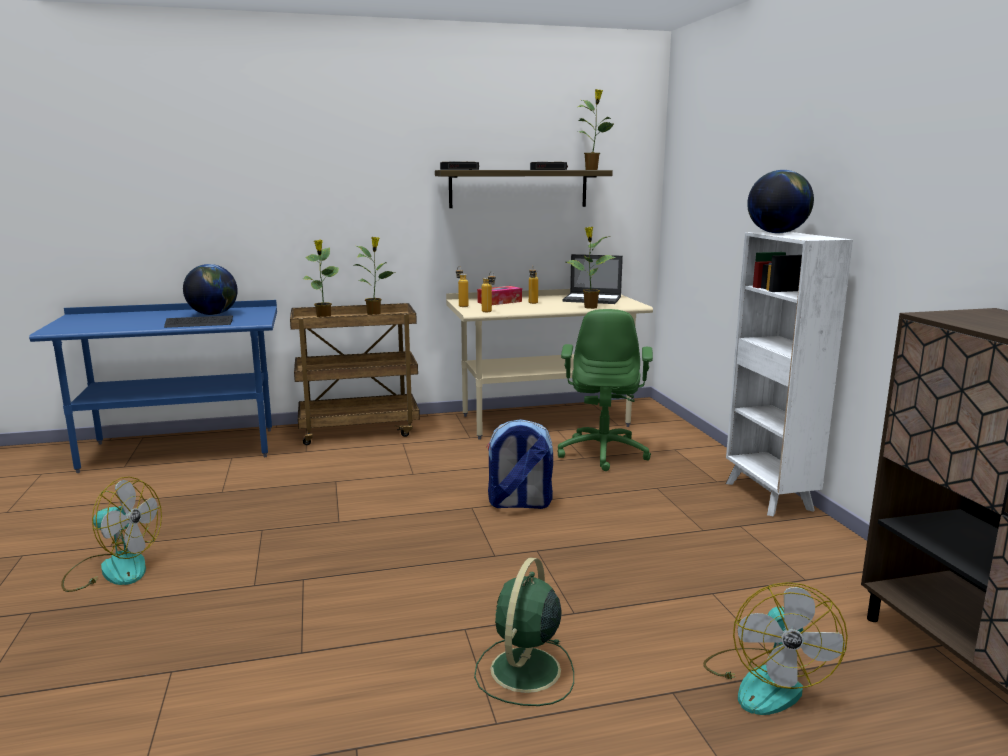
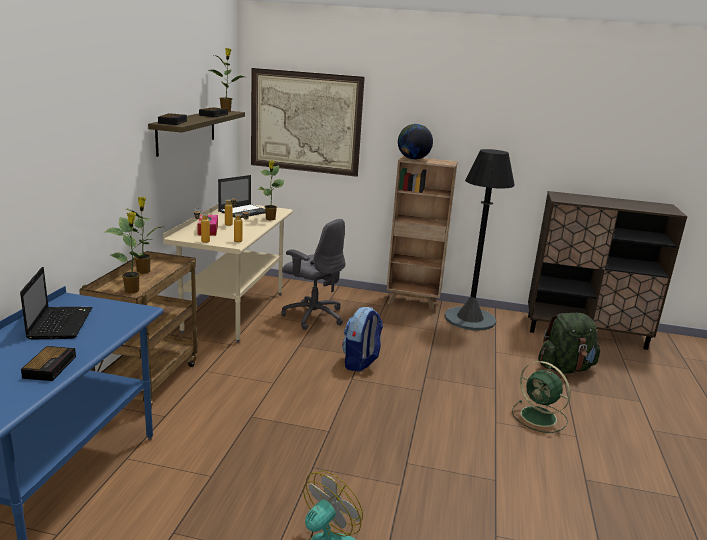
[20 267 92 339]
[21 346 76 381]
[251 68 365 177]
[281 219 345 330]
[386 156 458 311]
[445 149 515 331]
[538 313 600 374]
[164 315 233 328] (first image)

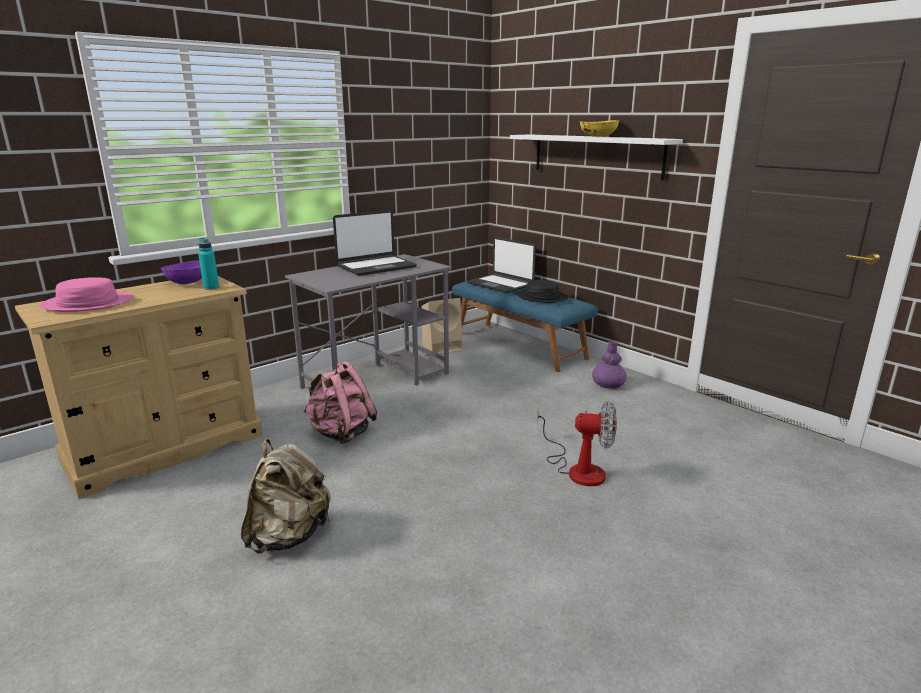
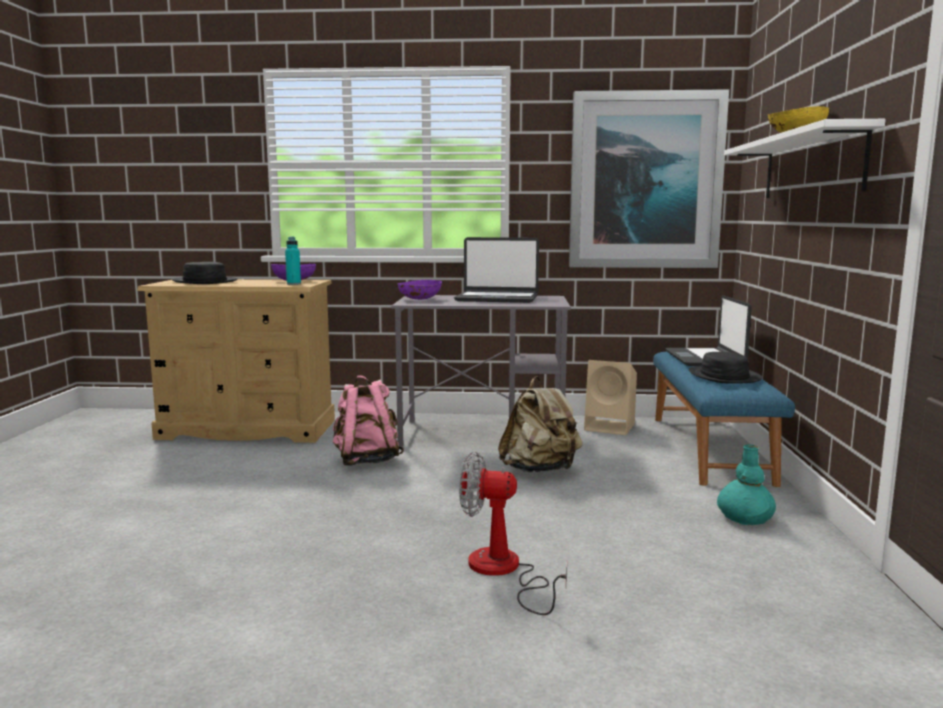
[172 262 238 284]
[398 280 442 300]
[459 452 568 615]
[498 376 582 472]
[569 89 729 268]
[717 444 776 525]

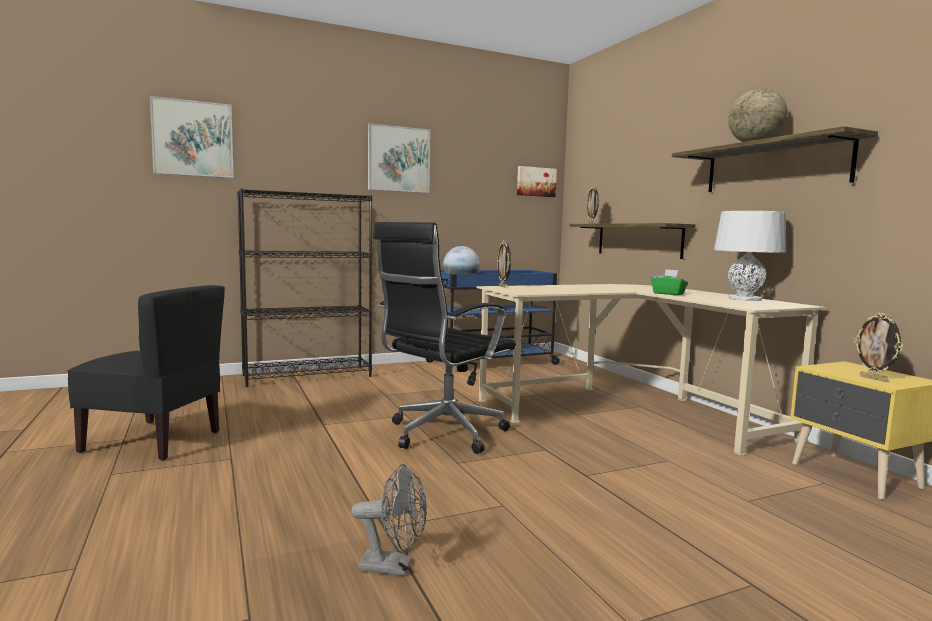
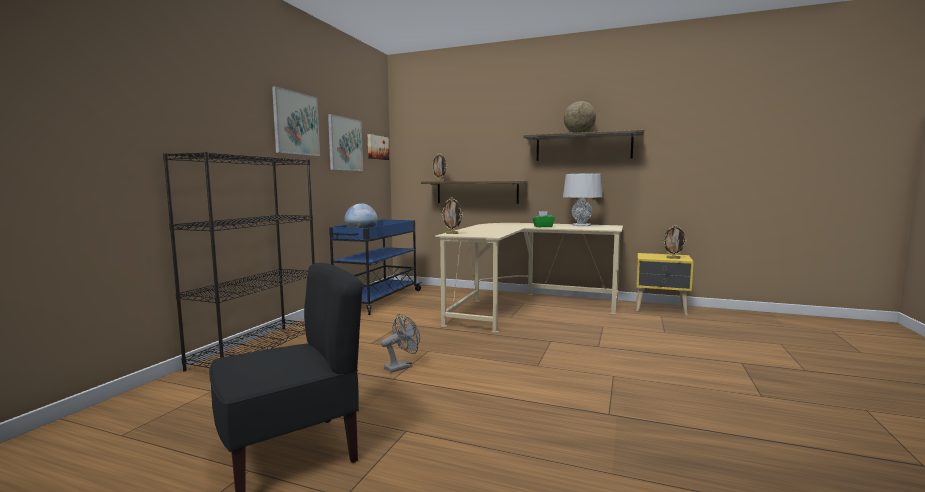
[328 114 363 171]
[381 314 420 373]
[373 222 516 454] (first image)

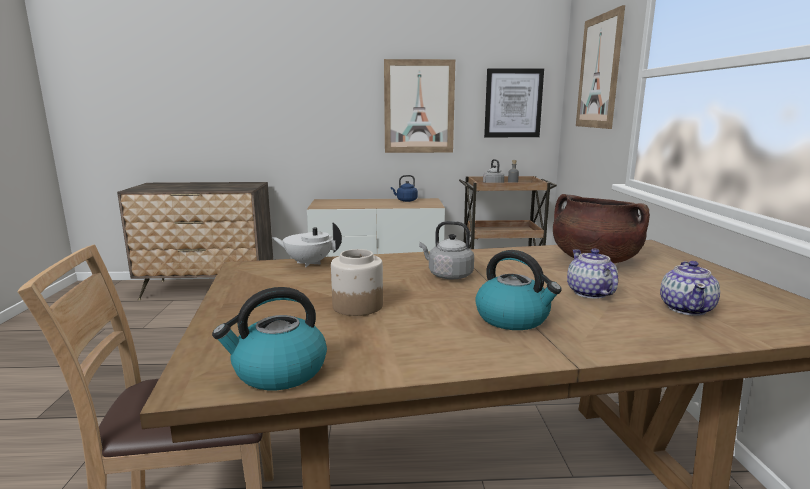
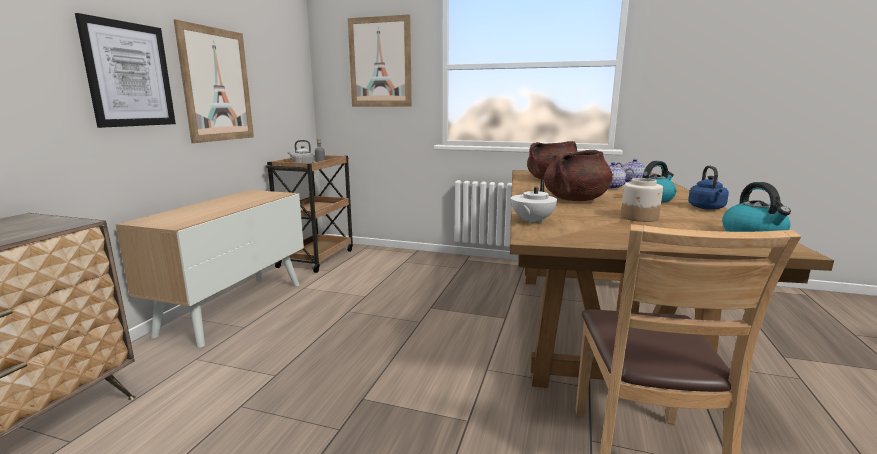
[75 13 176 128]
[544 150 613 201]
[688 165 729 210]

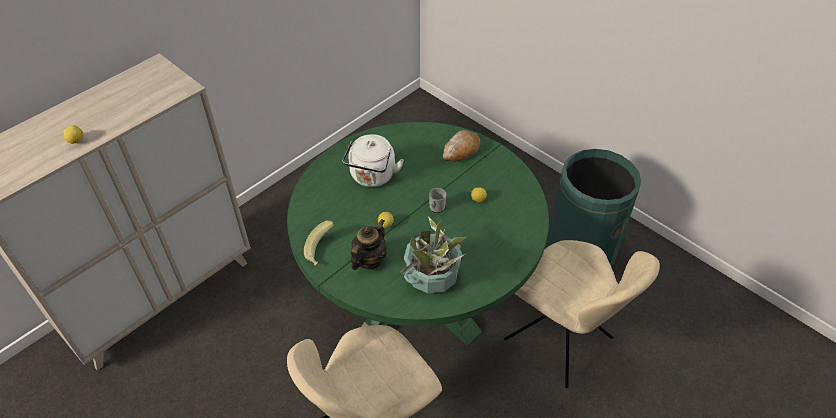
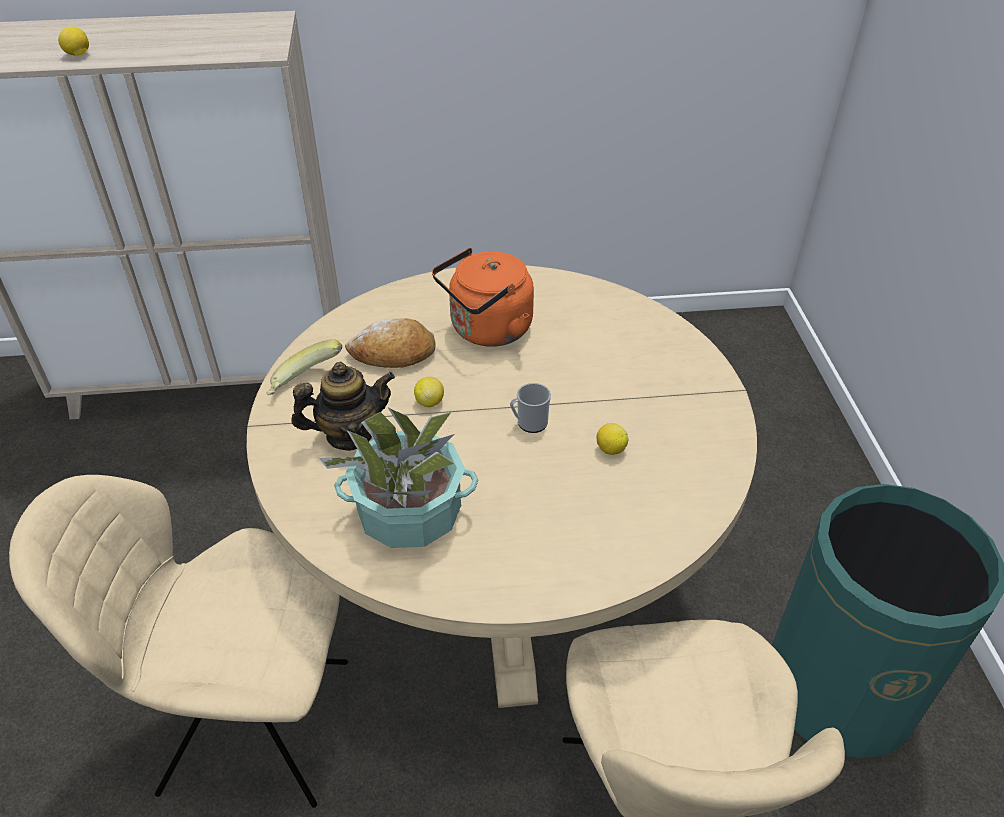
[247 265 757 708]
[345 318 435 368]
[432 248 534 347]

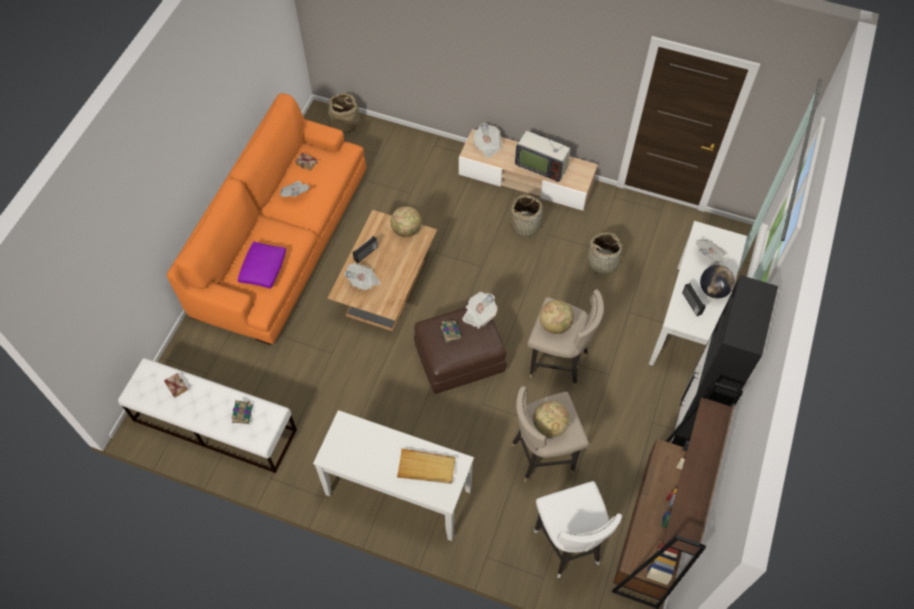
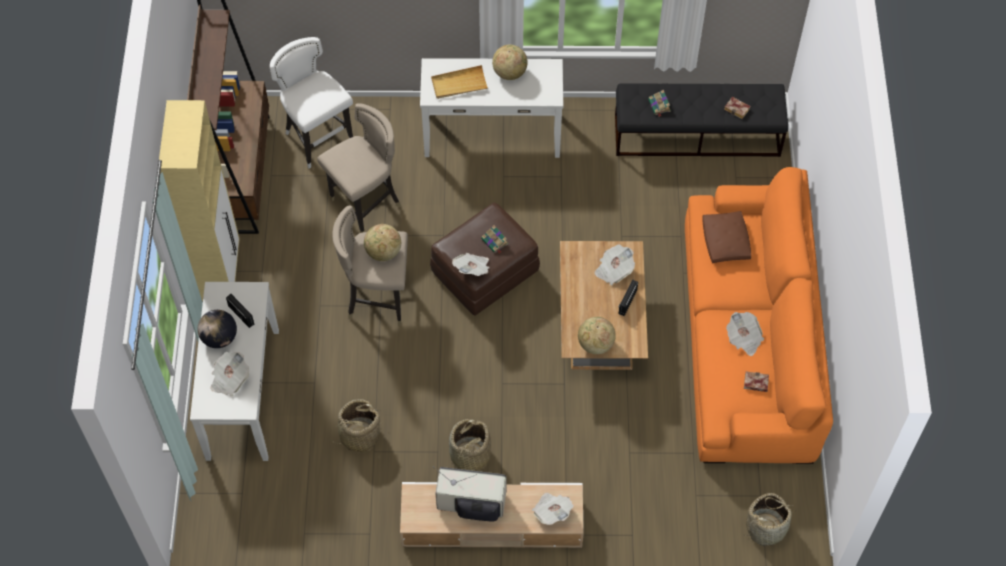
[159 100 240 302]
[492 45 528 80]
[615 83 788 157]
[702 211 751 263]

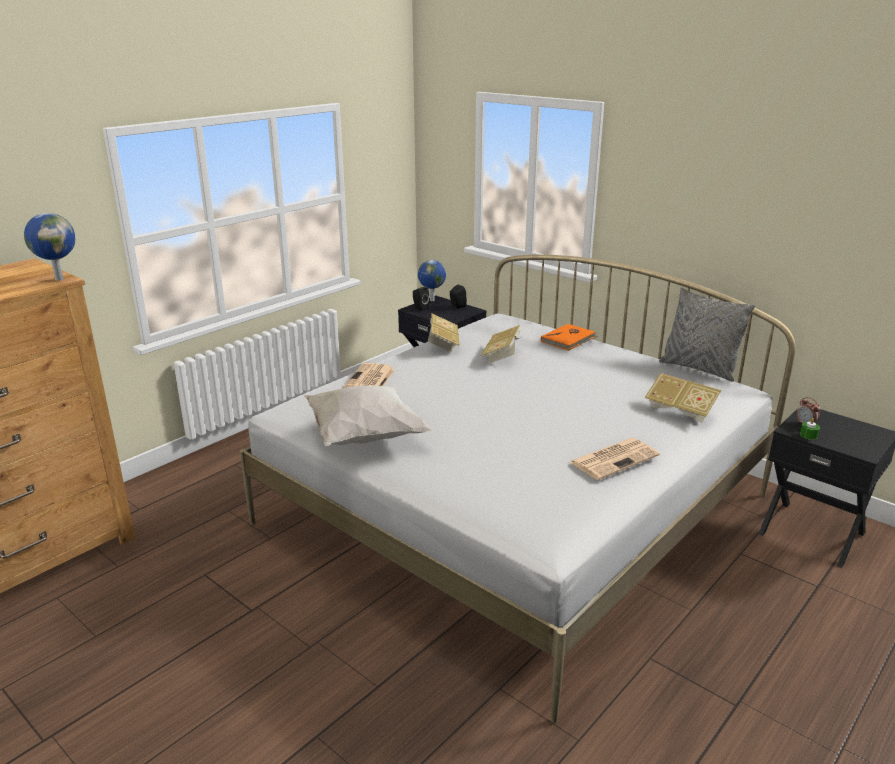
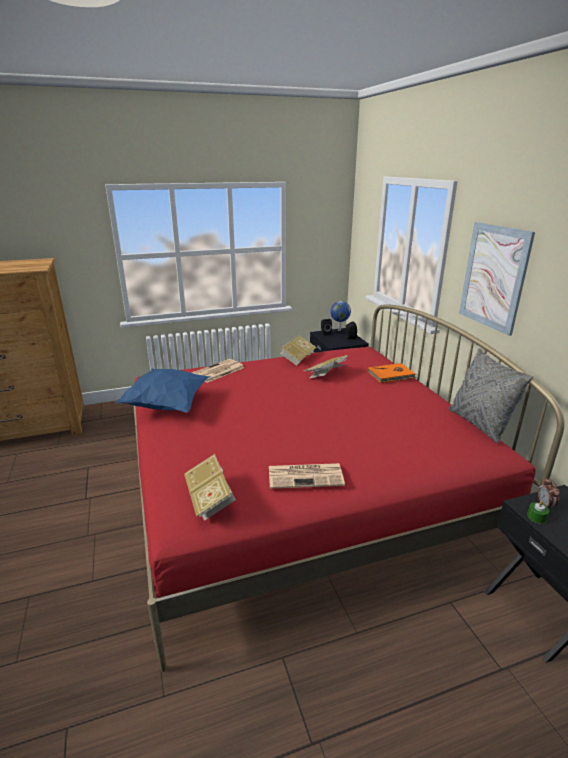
[115 369 210 413]
[133 304 565 672]
[184 454 236 521]
[459 222 535 336]
[24 213 75 281] (first image)

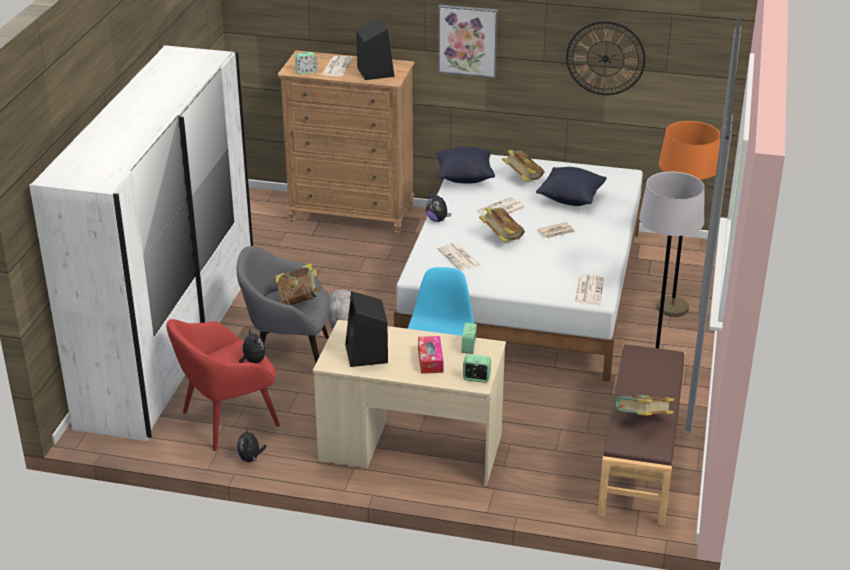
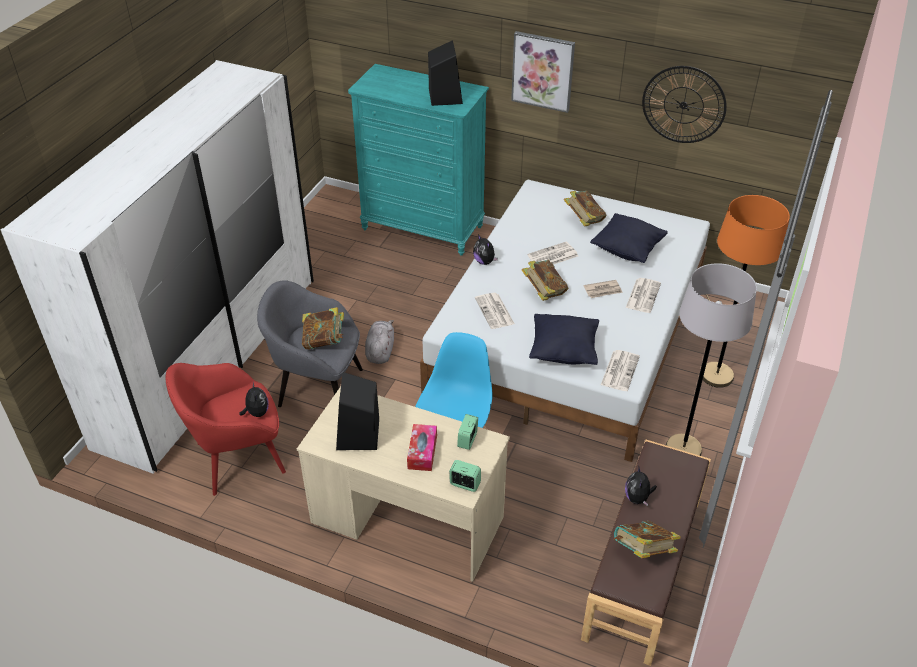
[348 64 489 255]
[529 314 599 365]
[625 465 657 506]
[626 278 661 313]
[295 52 317 74] (first image)

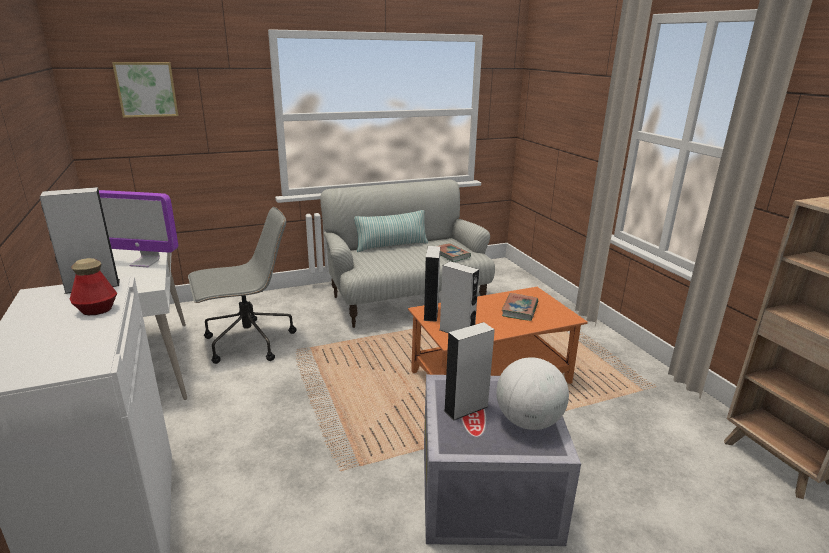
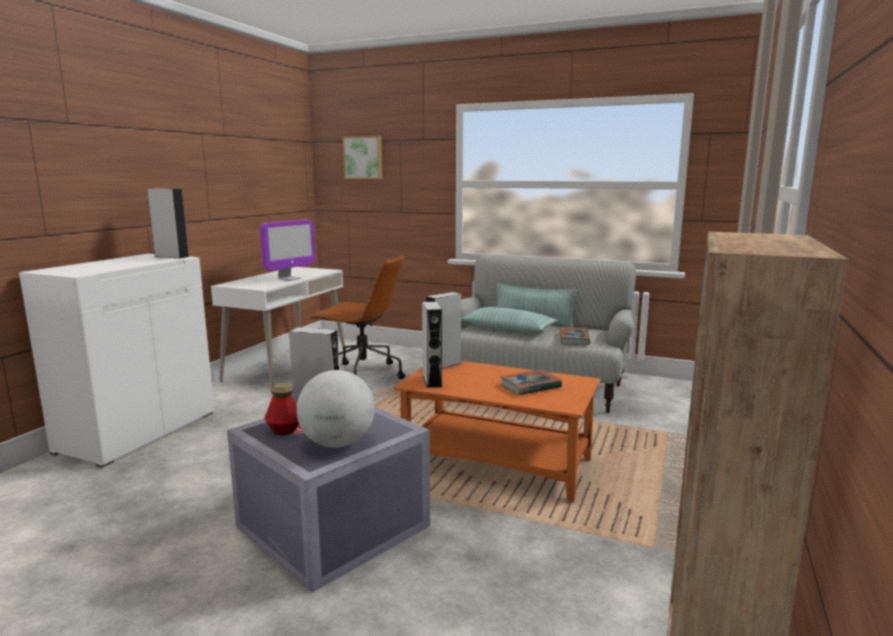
[260 220 315 281]
[264 383 299 435]
[308 255 405 379]
[461 307 558 333]

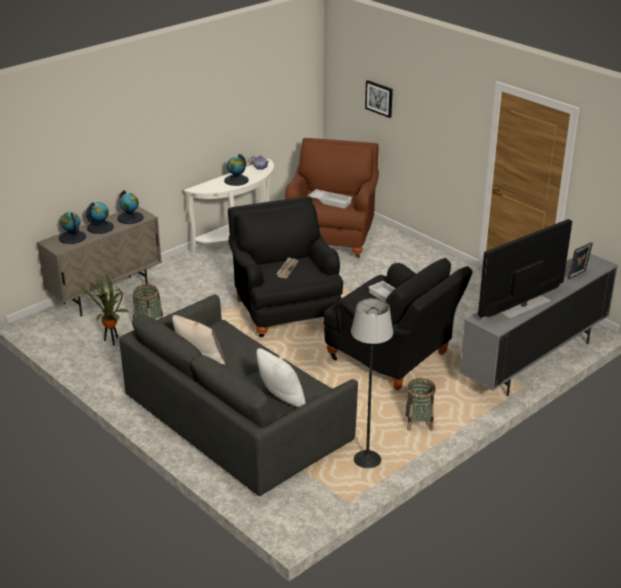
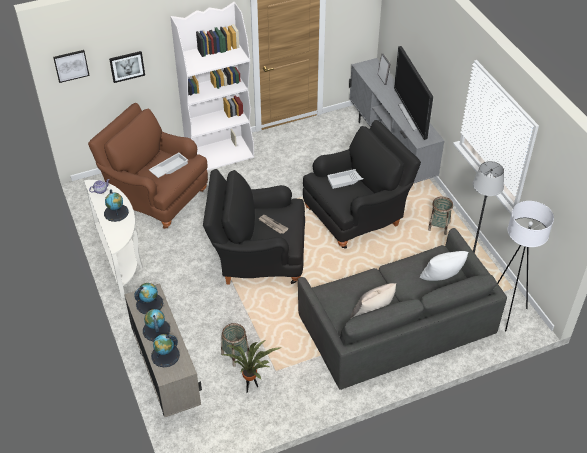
[53 50 90 83]
[170 2 254 171]
[497 201 554 331]

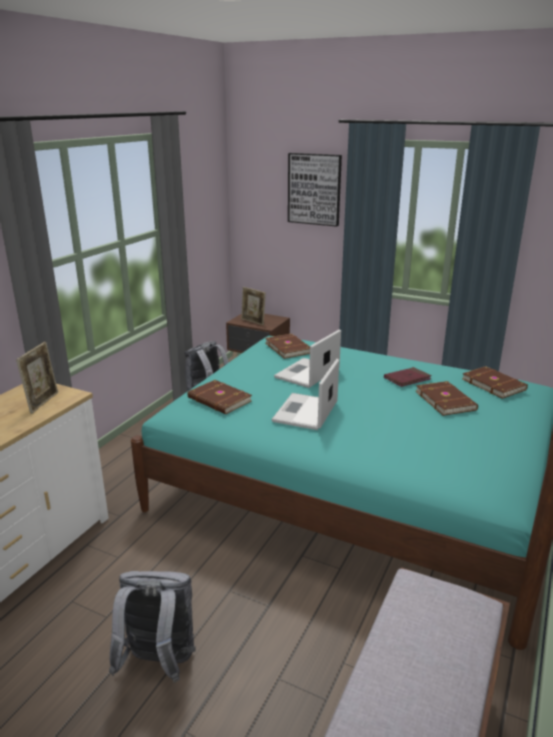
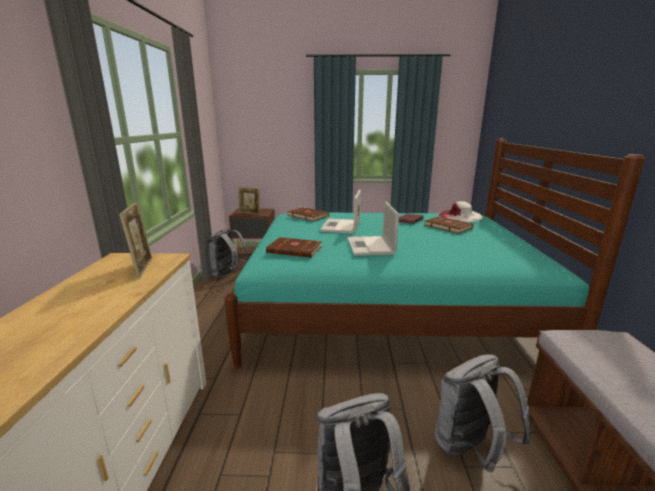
[435 354 531 472]
[439 201 483 222]
[288 153 342 227] (first image)

